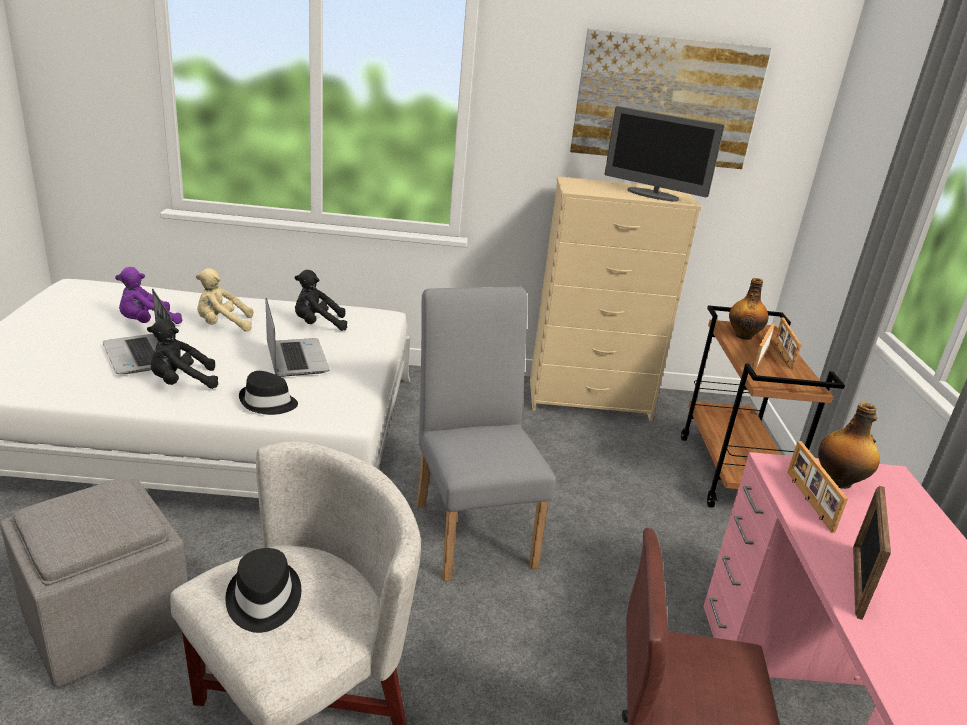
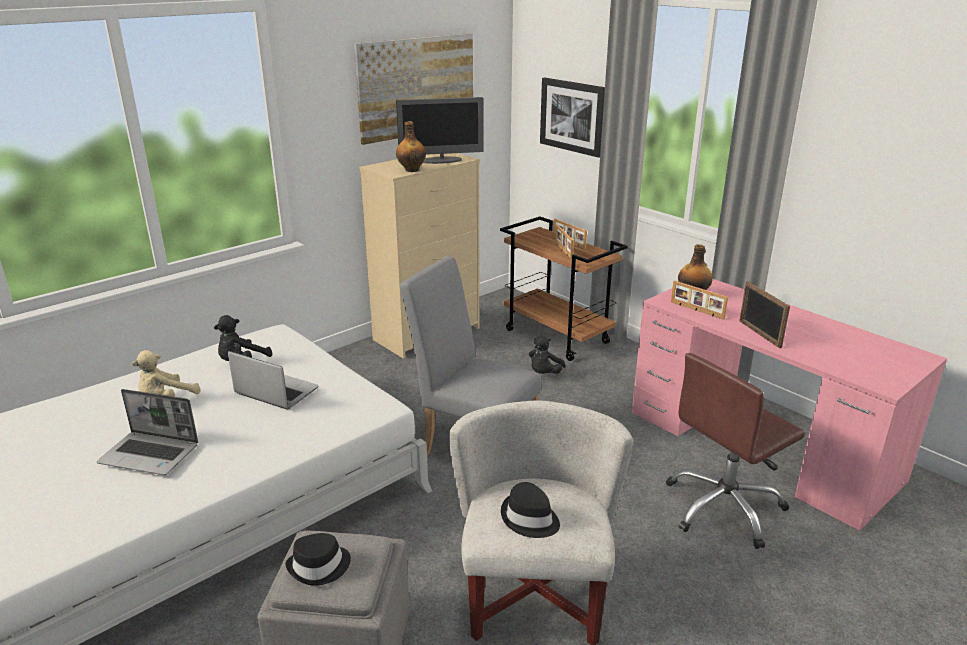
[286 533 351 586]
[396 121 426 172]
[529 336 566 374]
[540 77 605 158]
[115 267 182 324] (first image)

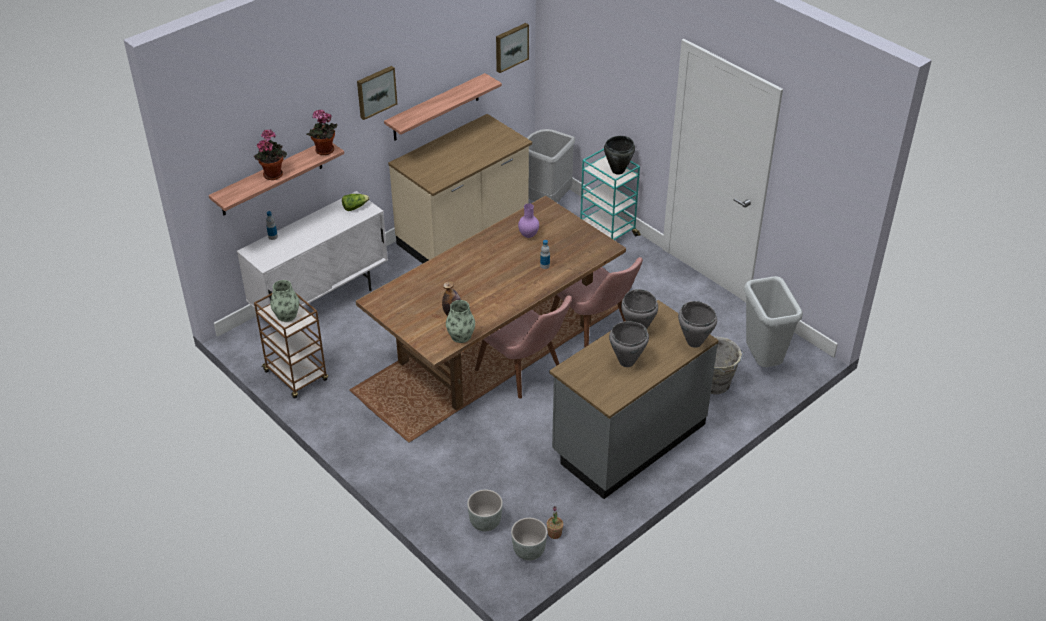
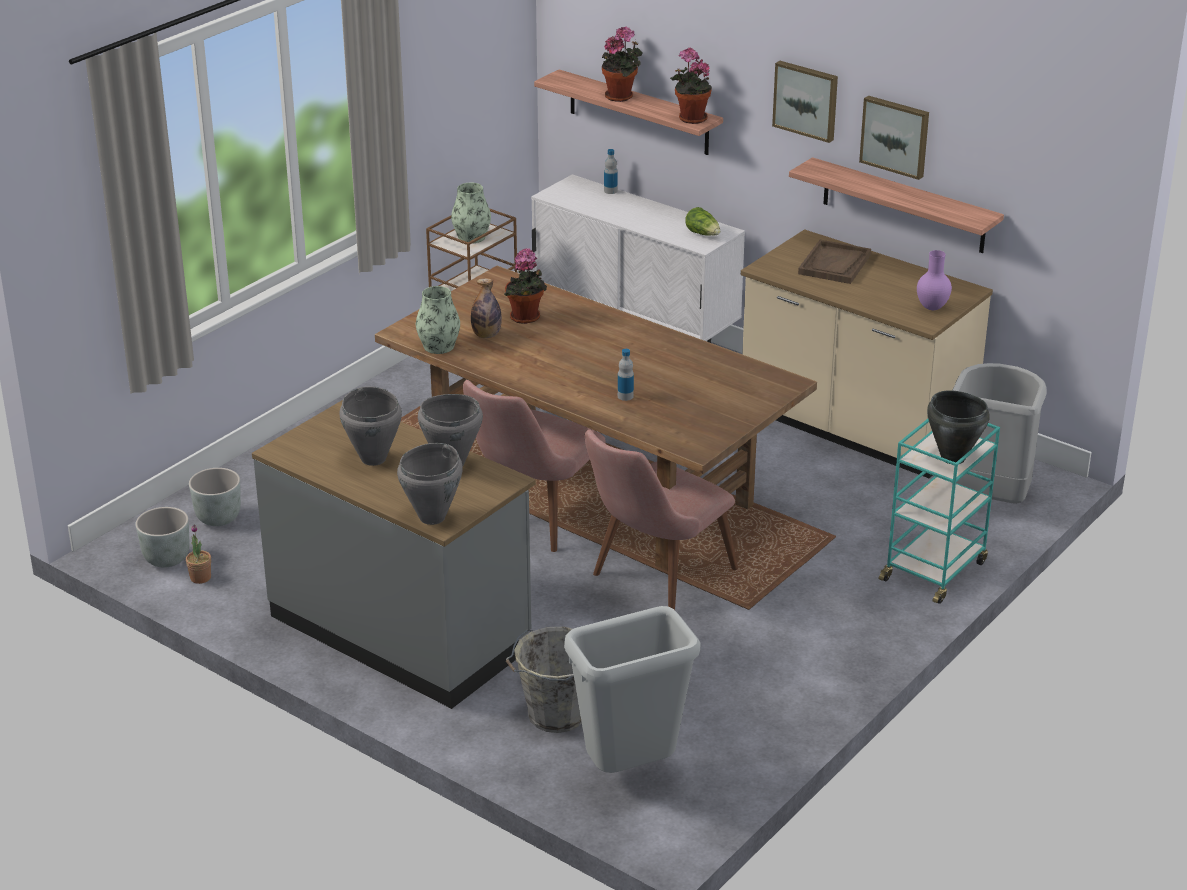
[504 248 547 324]
[798 240 871 284]
[859 96 929 180]
[917 250 952 310]

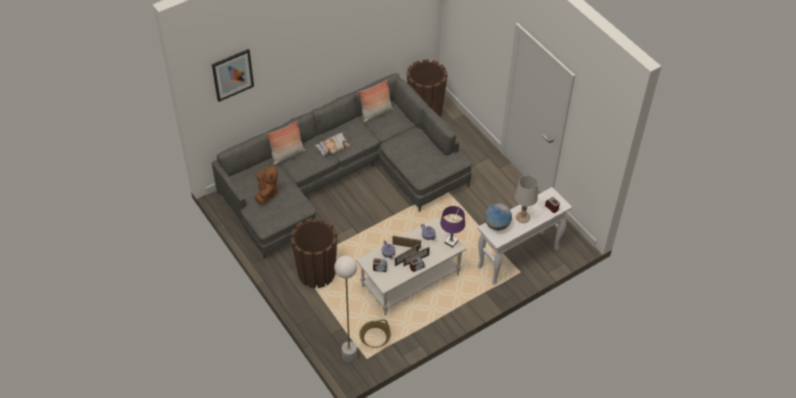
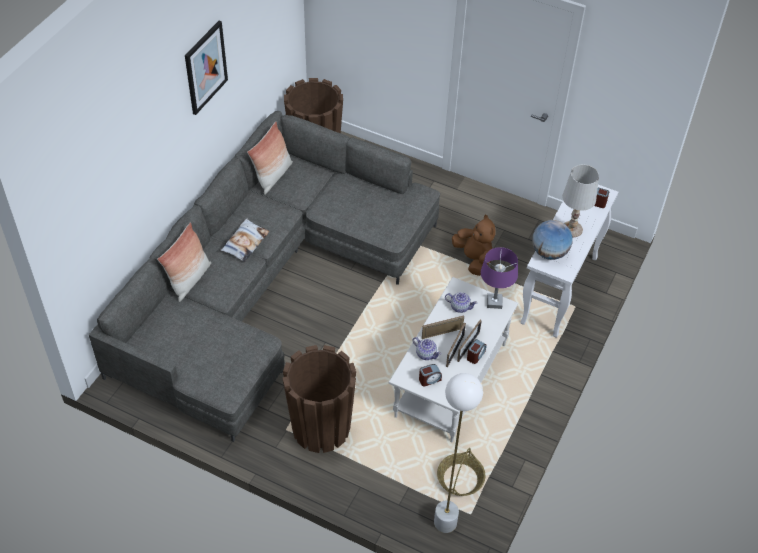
[185 21 228 115]
[452 214 496 276]

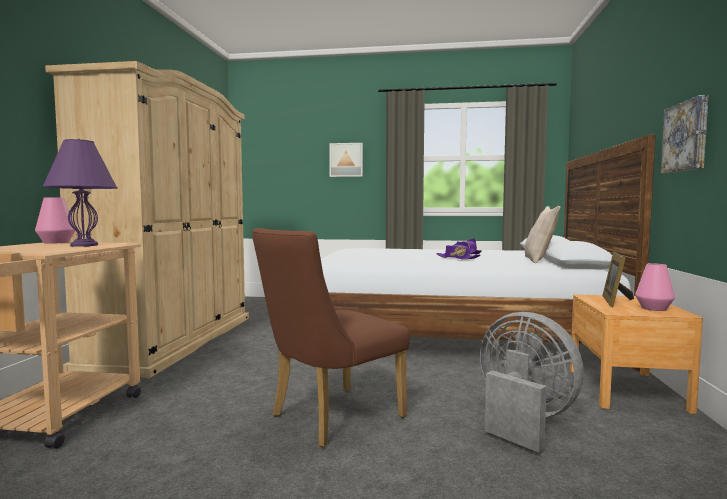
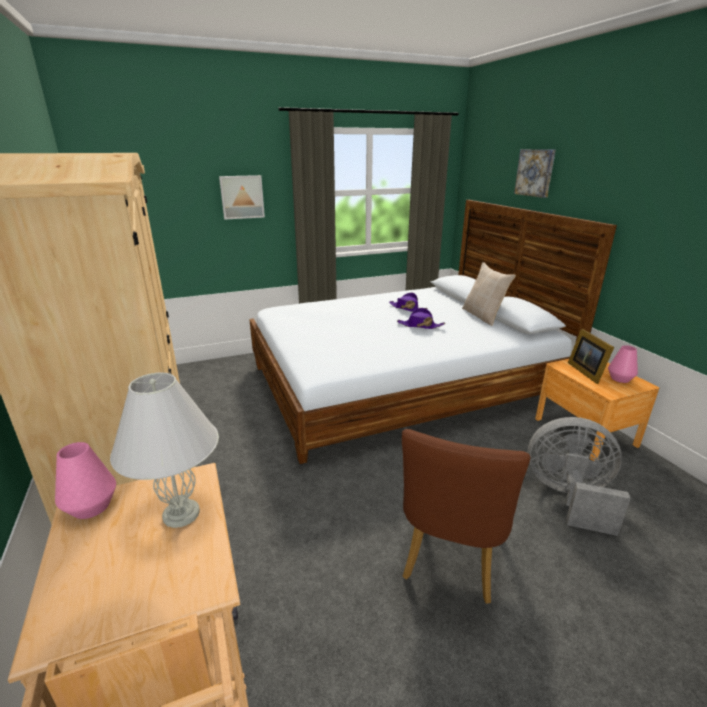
[110 373 219 528]
[514 149 556 198]

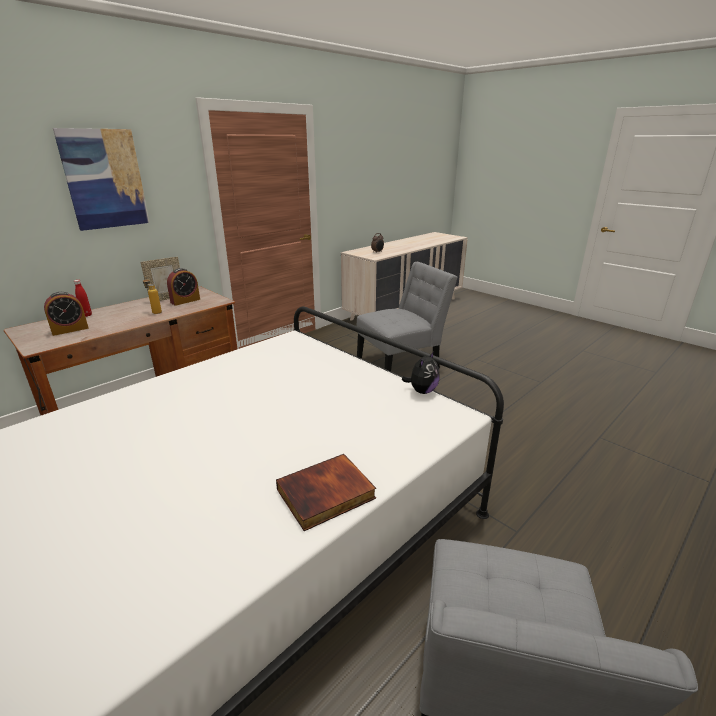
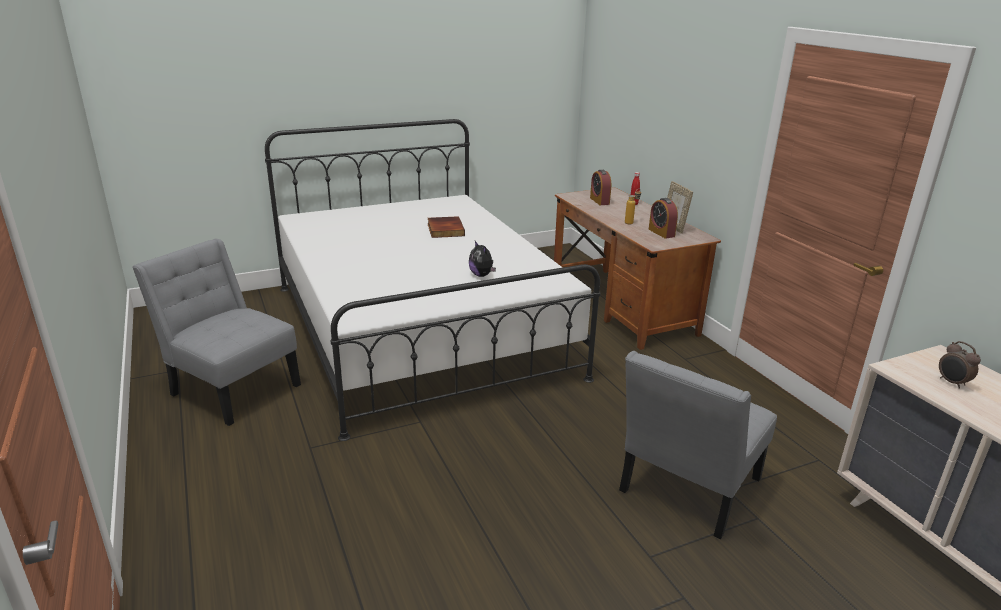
[428 216 465 238]
[469 241 496 277]
[619 351 777 539]
[53 128 150 231] (first image)

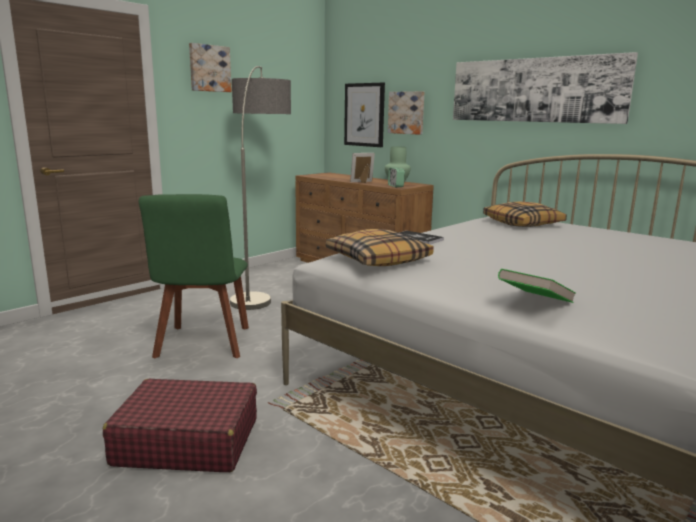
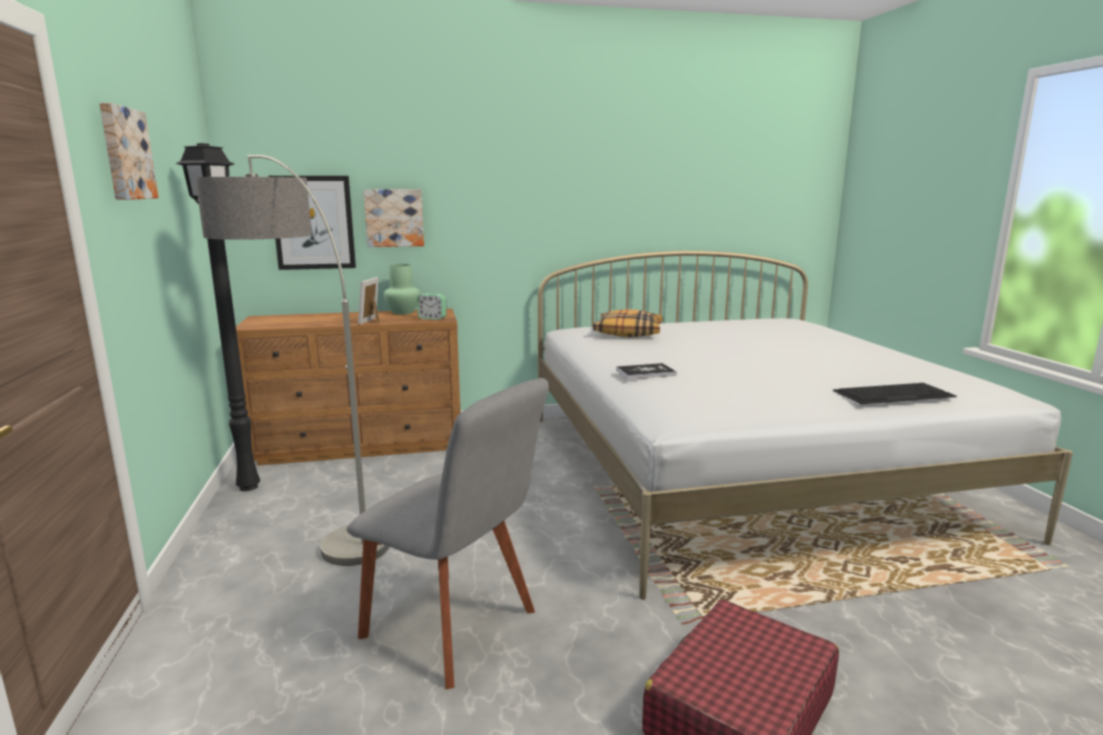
[176 143 260 491]
[347 378 549 689]
[833 383 957 404]
[326 229 434 266] (first image)
[453 52 638 124] (first image)

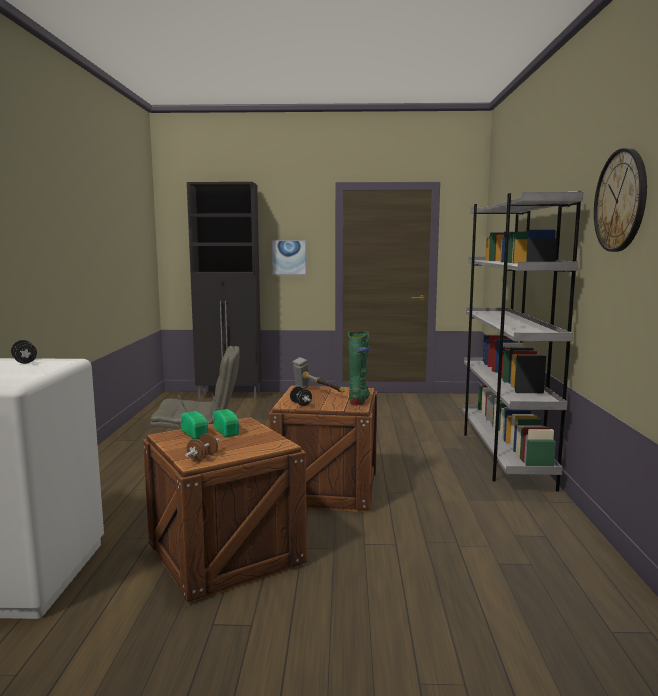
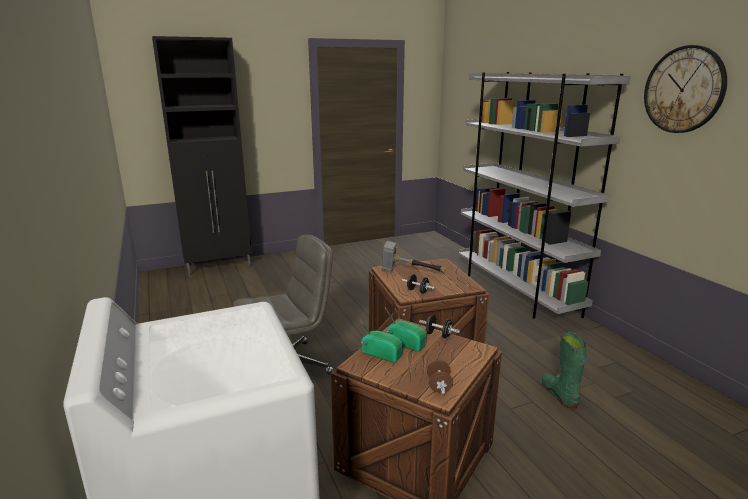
[419 315 460 338]
[542 332 587 409]
[271 240 307 275] (first image)

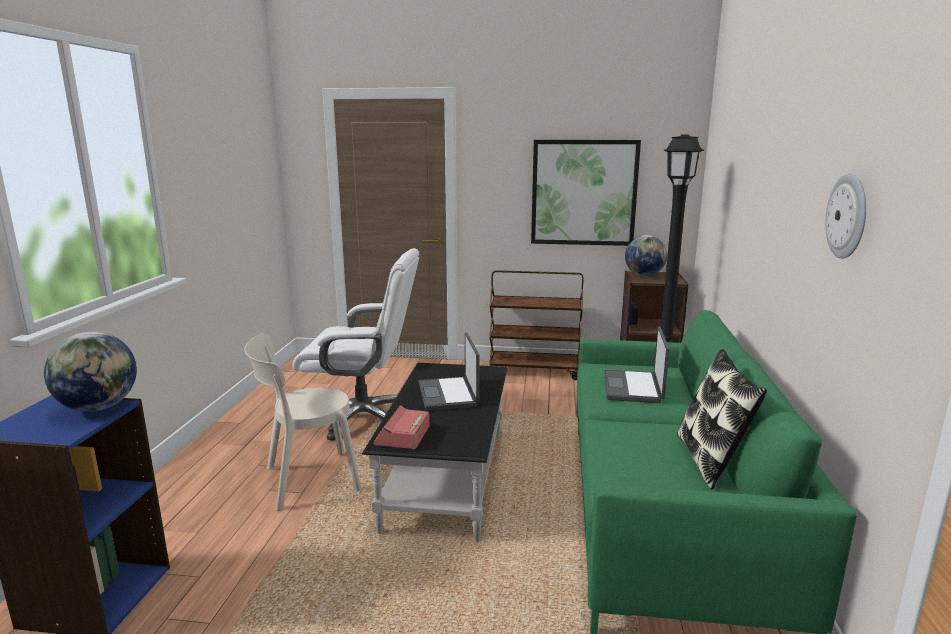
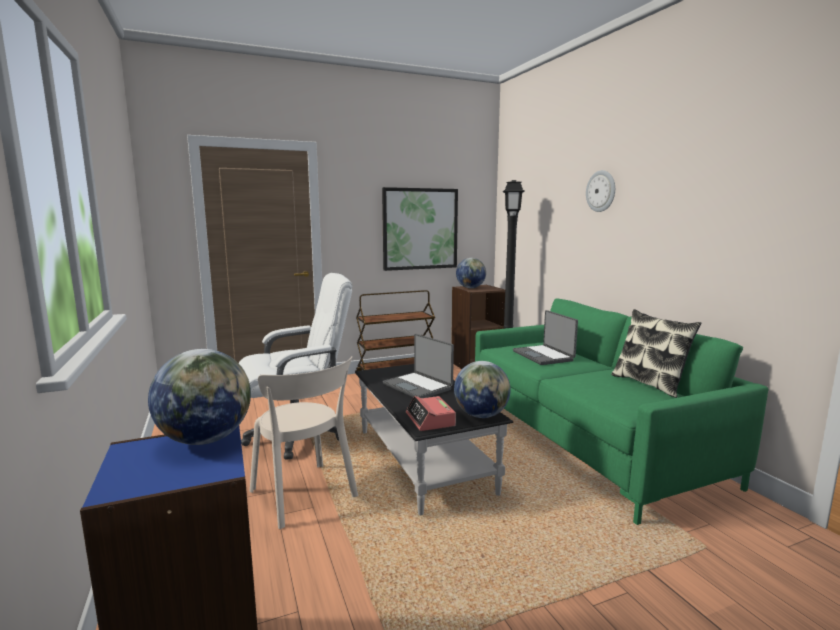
[250 356 358 529]
[454 361 511 418]
[586 170 615 212]

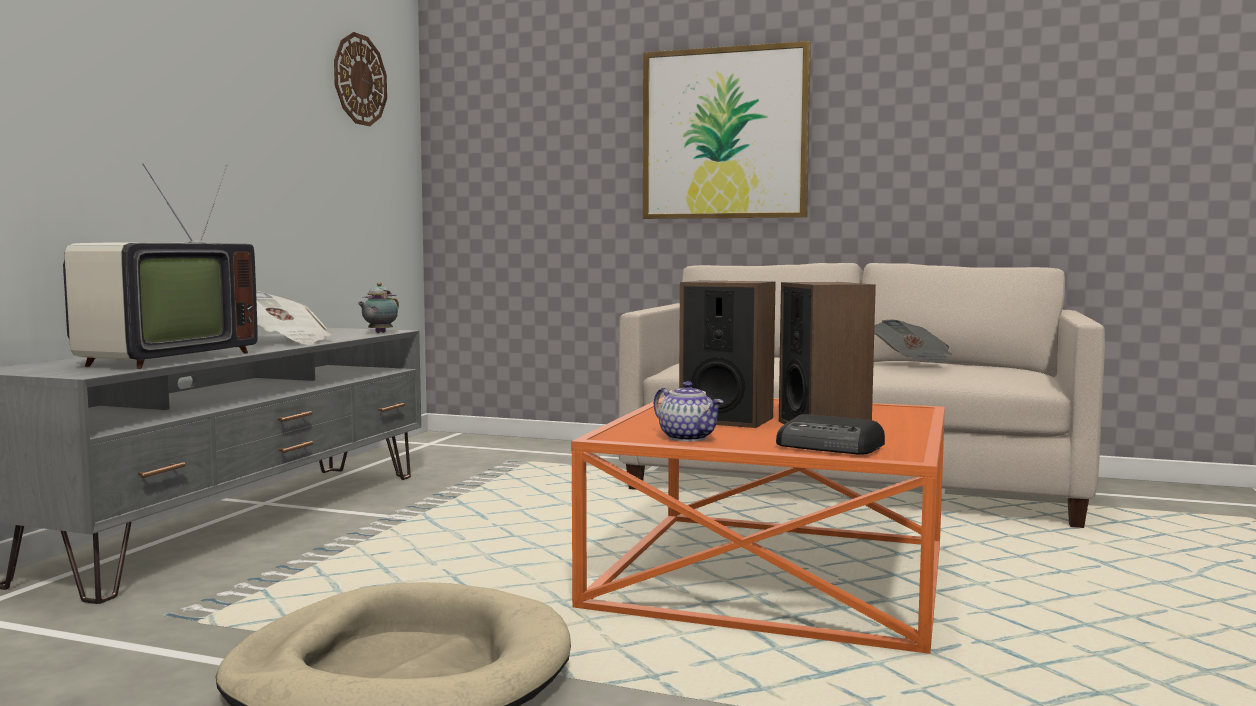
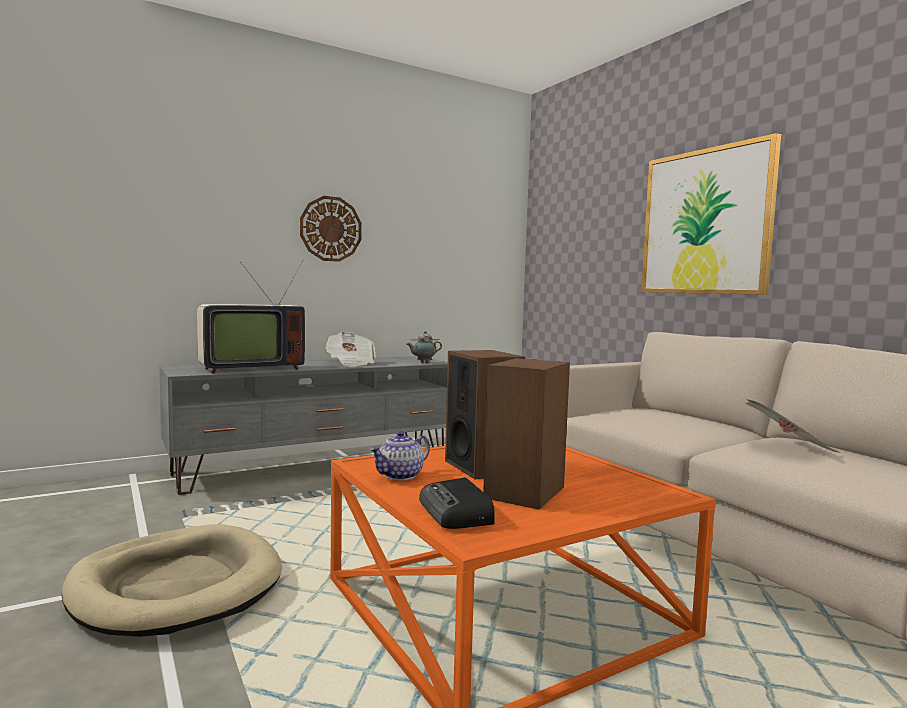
[300 196 362 262]
[369 431 430 480]

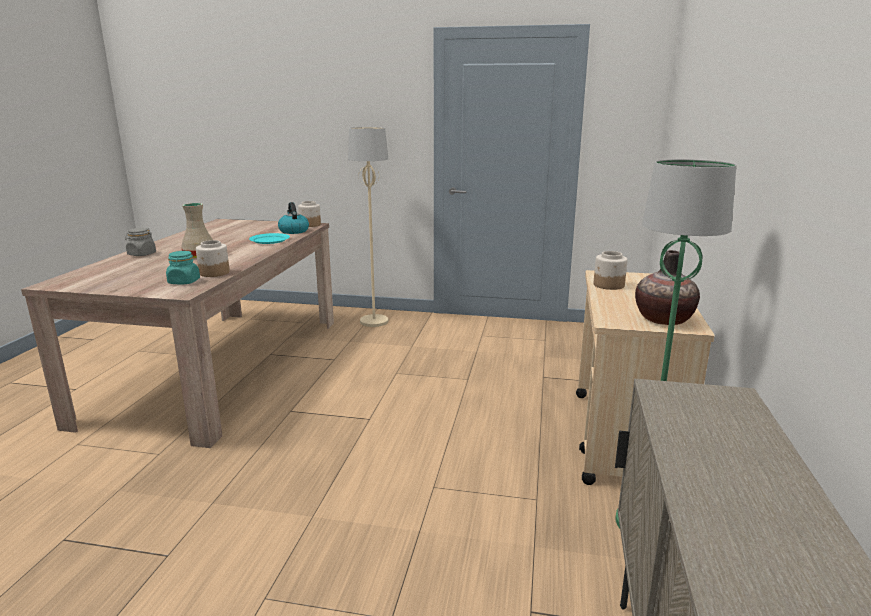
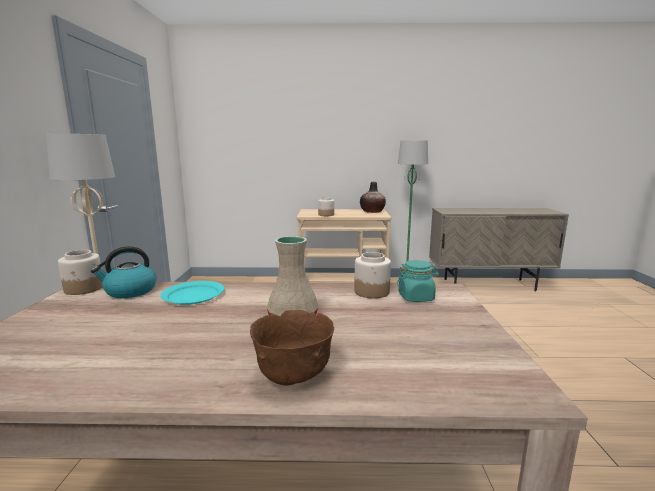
[250 310 334 385]

